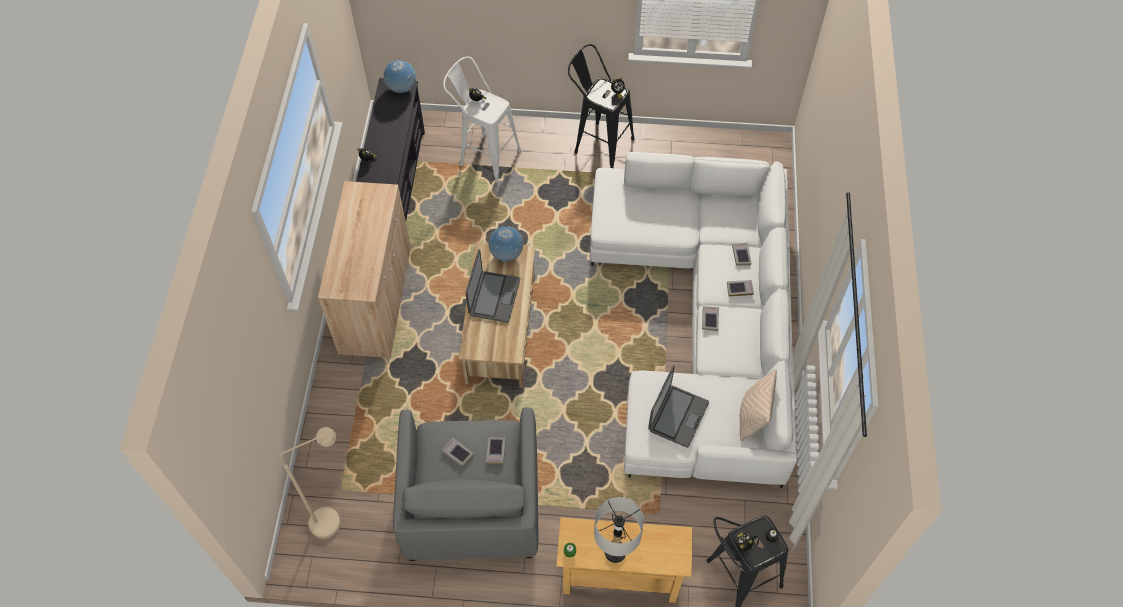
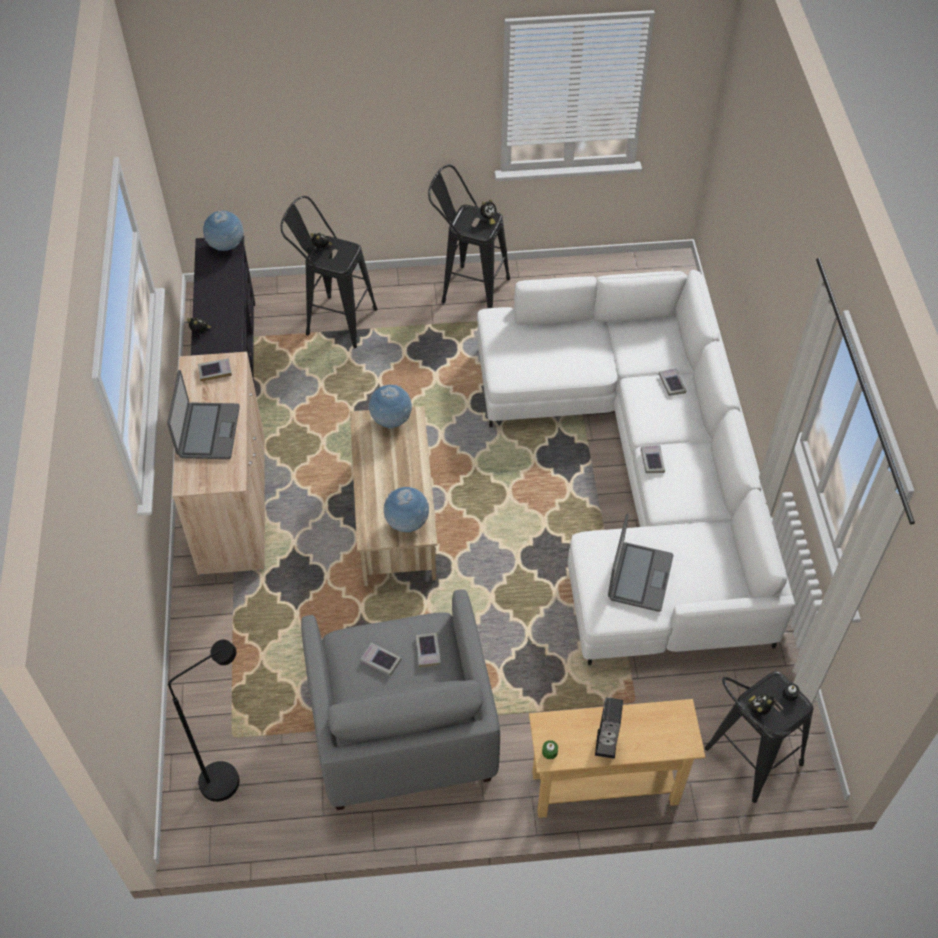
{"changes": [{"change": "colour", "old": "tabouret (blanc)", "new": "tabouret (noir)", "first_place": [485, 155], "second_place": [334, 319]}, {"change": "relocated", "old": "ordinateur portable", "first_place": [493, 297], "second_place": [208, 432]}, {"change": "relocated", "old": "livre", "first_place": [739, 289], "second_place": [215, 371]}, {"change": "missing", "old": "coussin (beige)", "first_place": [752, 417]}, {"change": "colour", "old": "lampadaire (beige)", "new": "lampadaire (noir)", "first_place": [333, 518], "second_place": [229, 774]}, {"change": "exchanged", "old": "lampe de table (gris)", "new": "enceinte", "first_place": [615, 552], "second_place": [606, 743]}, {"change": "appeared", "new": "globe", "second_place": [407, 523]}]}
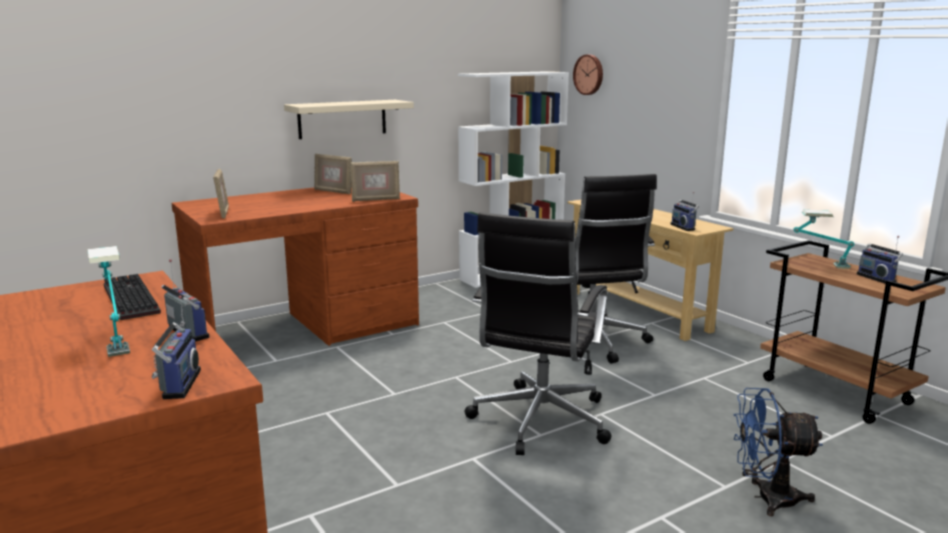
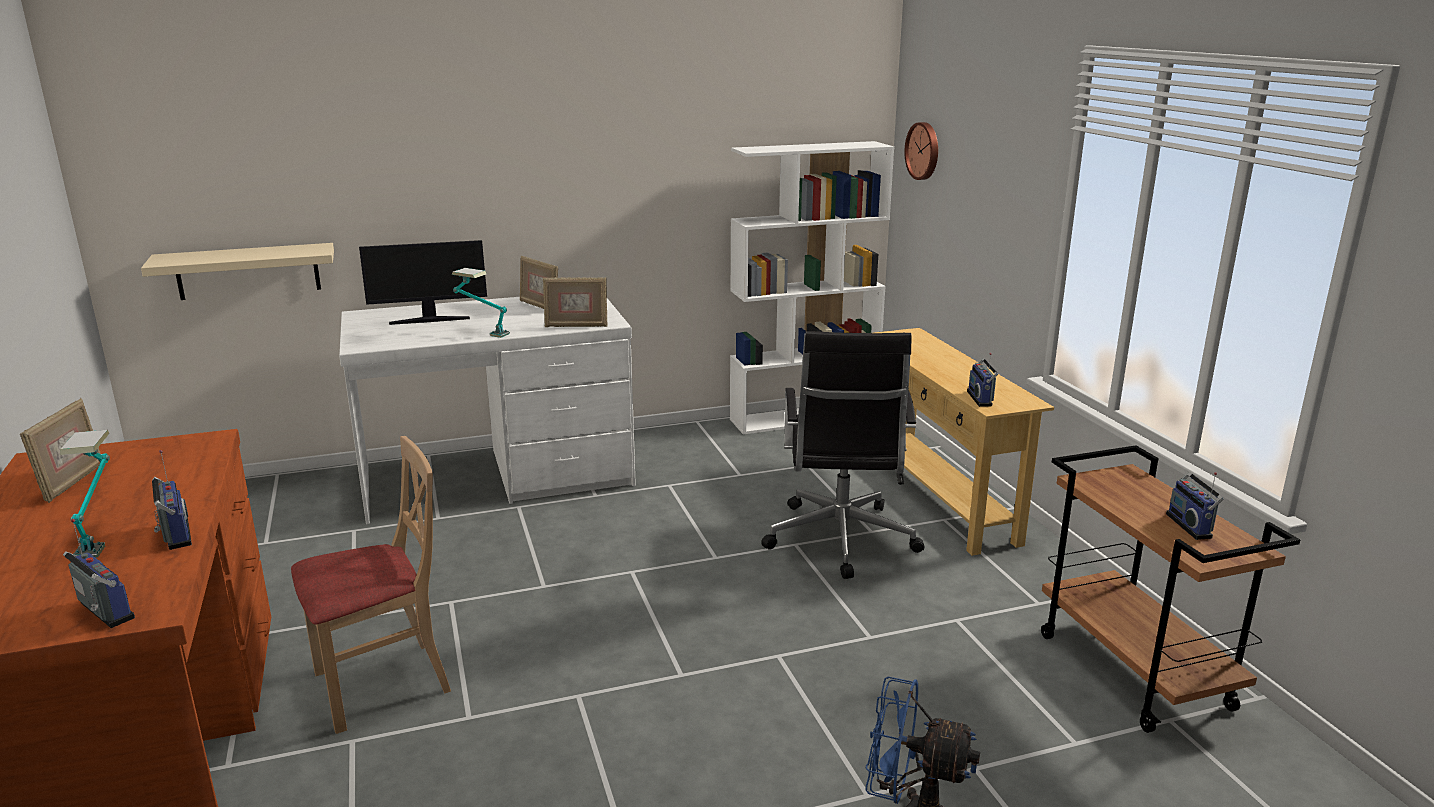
{"changes": [{"change": "relocated", "old": "étagère (beige)", "first_place": [342, 119], "second_place": [248, 271]}, {"change": "relocated", "old": "cadre photo", "first_place": [223, 213], "second_place": [72, 482]}, {"change": "colour", "old": "bureau (marron)", "new": "bureau (blanc)", "first_place": [306, 329], "second_place": [498, 476]}, {"change": "relocated", "old": "lampe de table", "first_place": [819, 265], "second_place": [482, 331]}, {"change": "missing", "old": "chaise de bureau (noir)", "first_place": [539, 422]}, {"change": "missing", "old": "clavier", "first_place": [128, 299]}, {"change": "spun", "old": "radio", "first_place": [178, 384], "second_place": [103, 612], "degrees": -60}, {"change": "appeared", "new": "écran d'ordinateur", "second_place": [429, 320]}, {"change": "appeared", "new": "chaise (beige)", "second_place": [382, 684]}]}
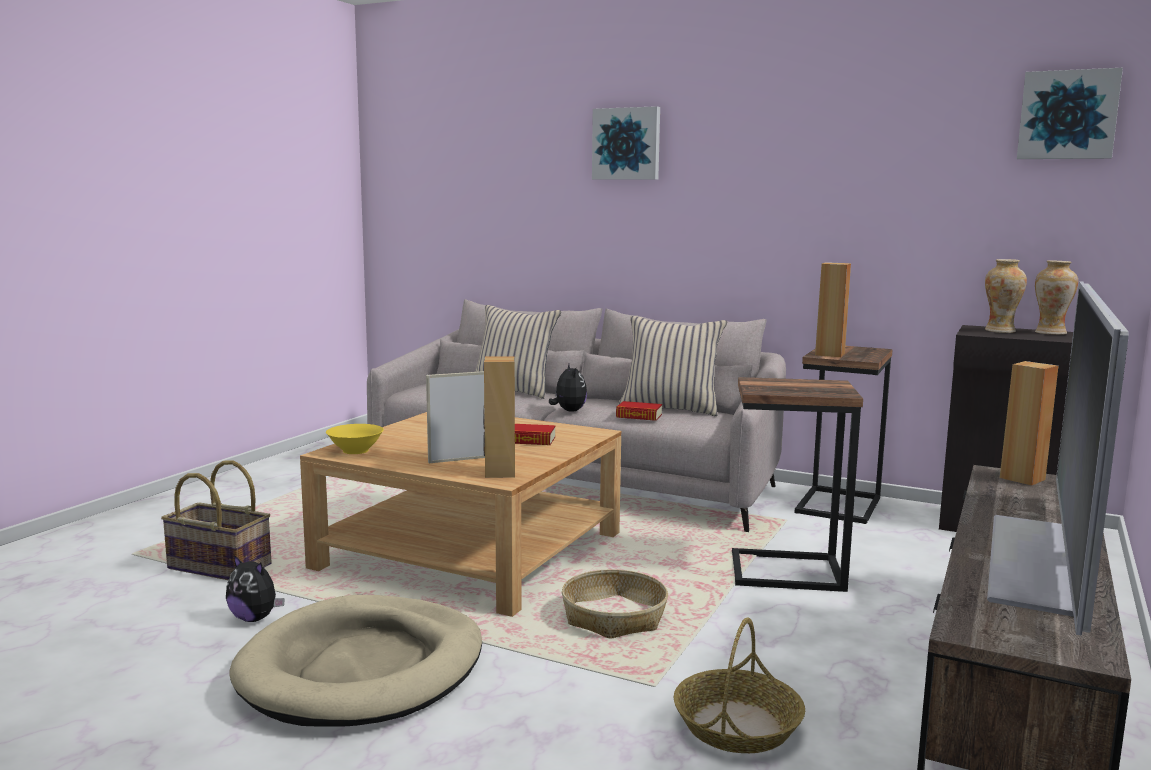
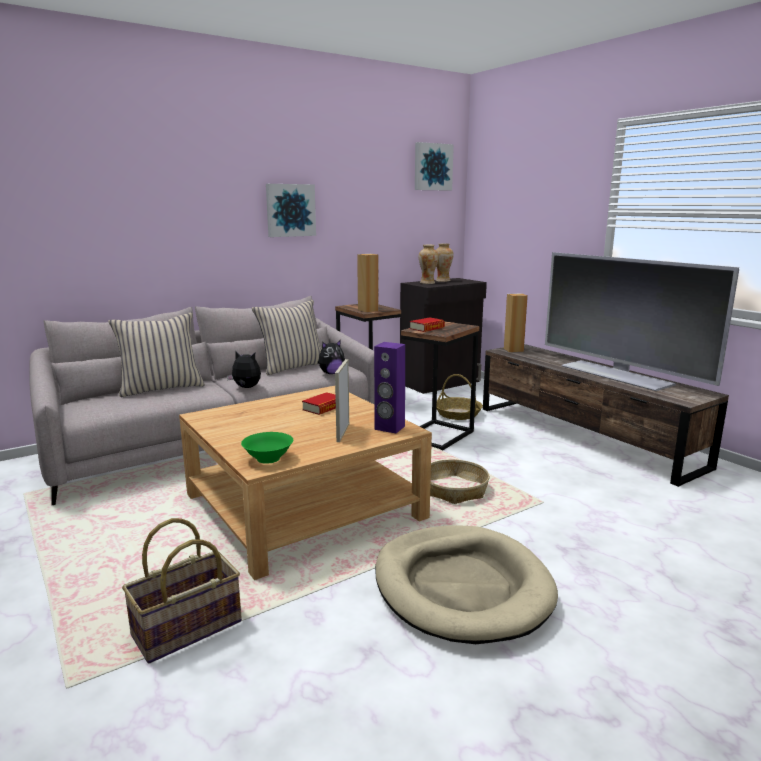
{"changes": [{"change": "relocated", "old": "tableau", "first_place": [627, 144], "second_place": [290, 210]}, {"change": "colour", "old": "enceinte (marron)", "new": "enceinte (violet)", "first_place": [499, 472], "second_place": [389, 428]}, {"change": "relocated", "old": "livre", "first_place": [639, 416], "second_place": [427, 328]}, {"change": "colour", "old": "bol (jaune)", "new": "bol (vert)", "first_place": [356, 450], "second_place": [268, 458]}, {"change": "relocated", "old": "peluche", "first_place": [255, 618], "second_place": [331, 373]}, {"change": "relocated", "old": "panier", "first_place": [737, 726], "second_place": [458, 414]}]}
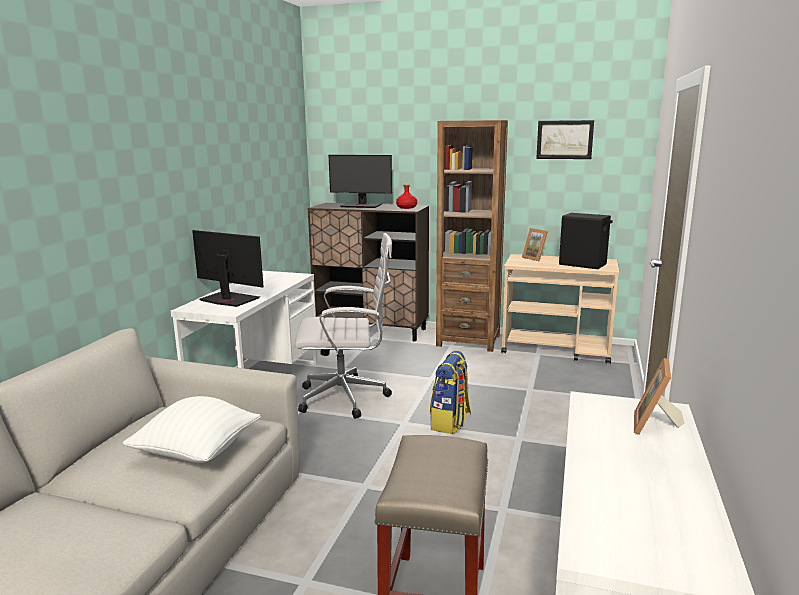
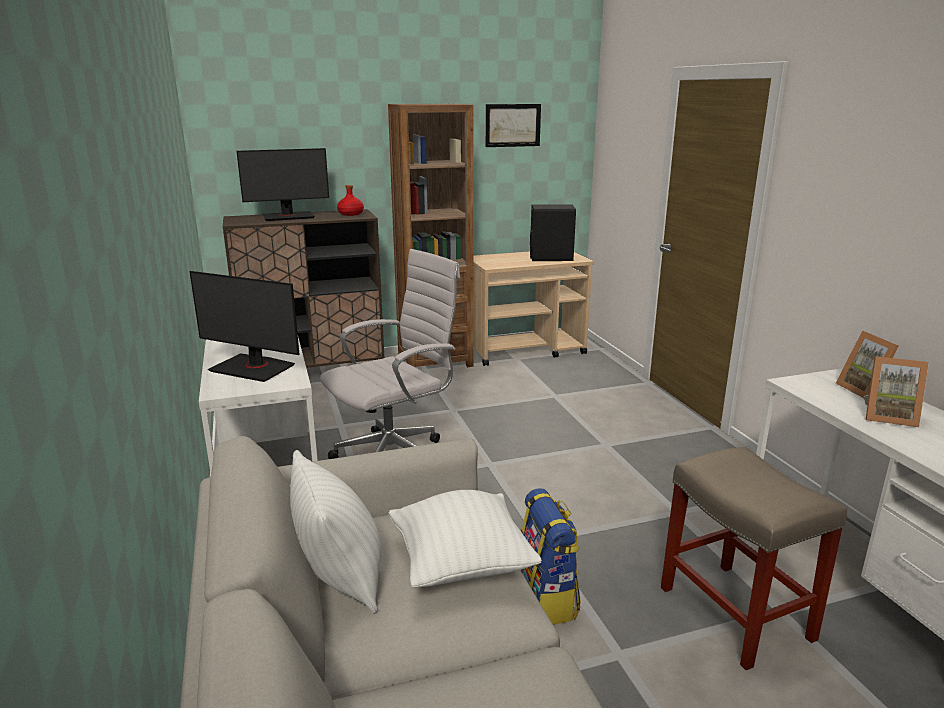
{"changes": [{"change": "relocated", "old": "cadre photo", "first_place": [535, 258], "second_place": [888, 417]}, {"change": "spun", "old": "écran d'ordinateur", "first_place": [229, 299], "second_place": [253, 368], "degrees": -150}, {"change": "relocated", "old": "sac à dos", "first_place": [450, 422], "second_place": [547, 599]}, {"change": "appeared", "new": "coussin (blanc)", "second_place": [340, 577]}]}
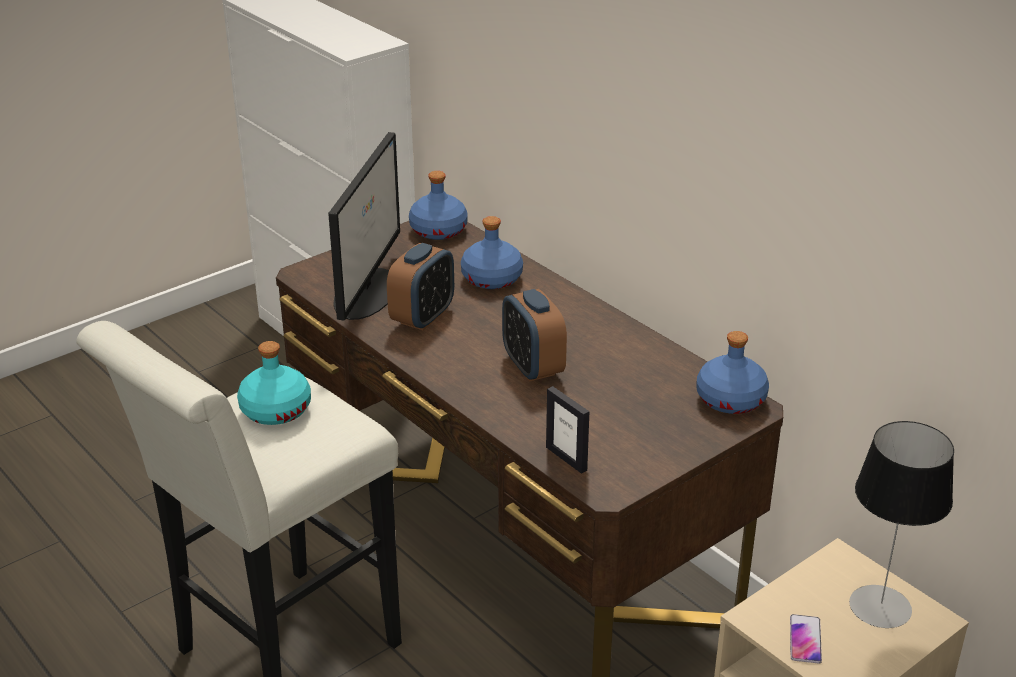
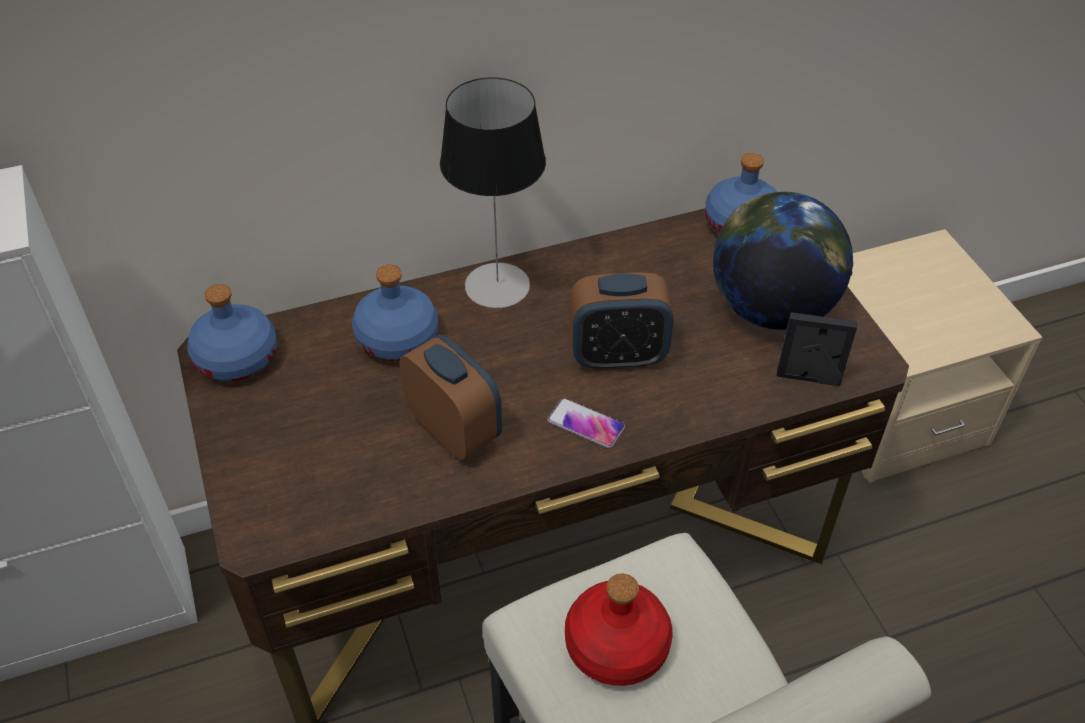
{"changes": [{"change": "missing", "old": "écran d'ordinateur", "first_place": [366, 292]}, {"change": "colour", "old": "bouteille (turquoise)", "new": "bouteille (rouge)", "first_place": [275, 410], "second_place": [615, 646]}, {"change": "spun", "old": "cadre photo", "first_place": [566, 458], "second_place": [808, 378], "degrees": -150}, {"change": "relocated", "old": "lampe de table", "first_place": [880, 607], "second_place": [497, 285]}, {"change": "relocated", "old": "téléphone", "first_place": [805, 639], "second_place": [586, 424]}, {"change": "appeared", "new": "globe", "second_place": [771, 309]}]}
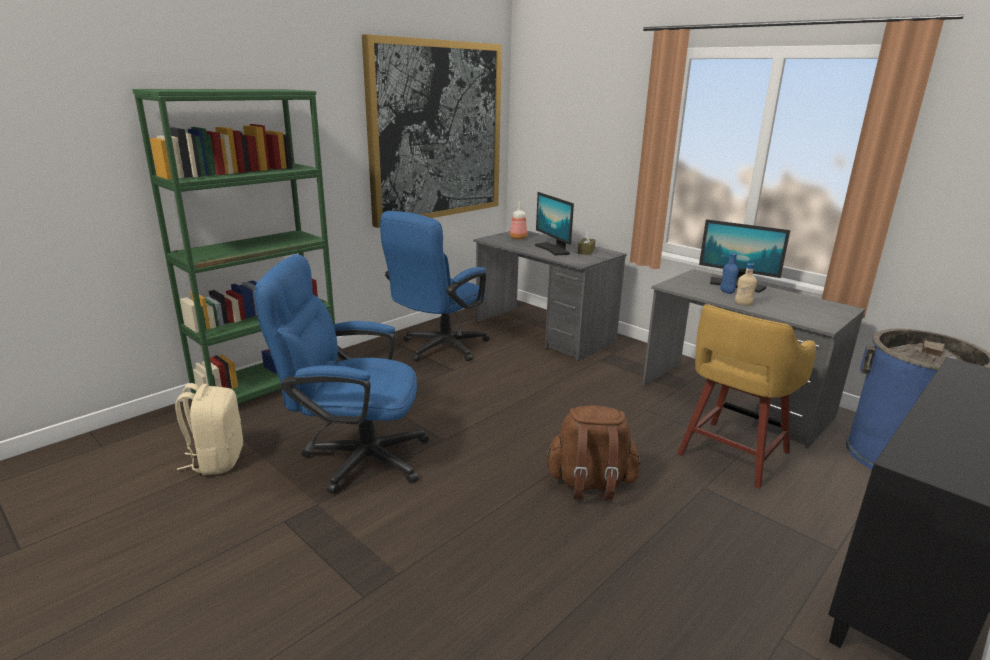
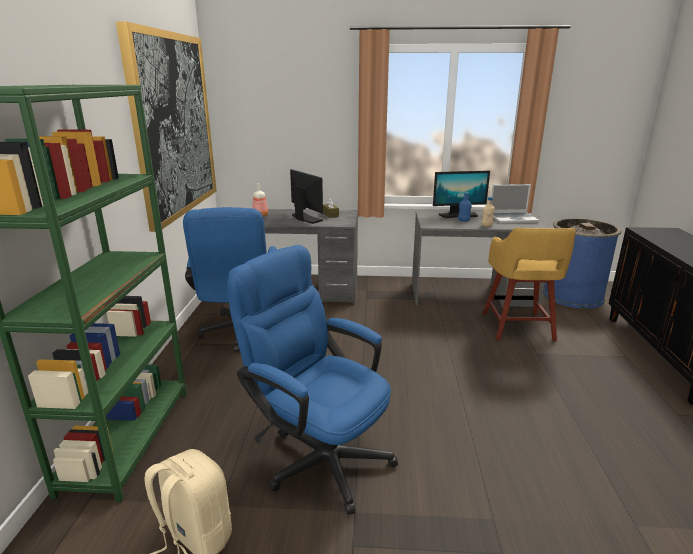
{"changes": [{"change": "spun", "old": "écran d'ordinateur", "first_place": [553, 249], "second_place": [305, 218], "degrees": -150}, {"change": "spun", "old": "chaise de bureau (bleu)", "first_place": [354, 457], "second_place": [319, 455], "degrees": 75}, {"change": "missing", "old": "sac à dos (marron)", "first_place": [590, 484]}, {"change": "appeared", "new": "ordinateur portable", "second_place": [513, 218]}]}
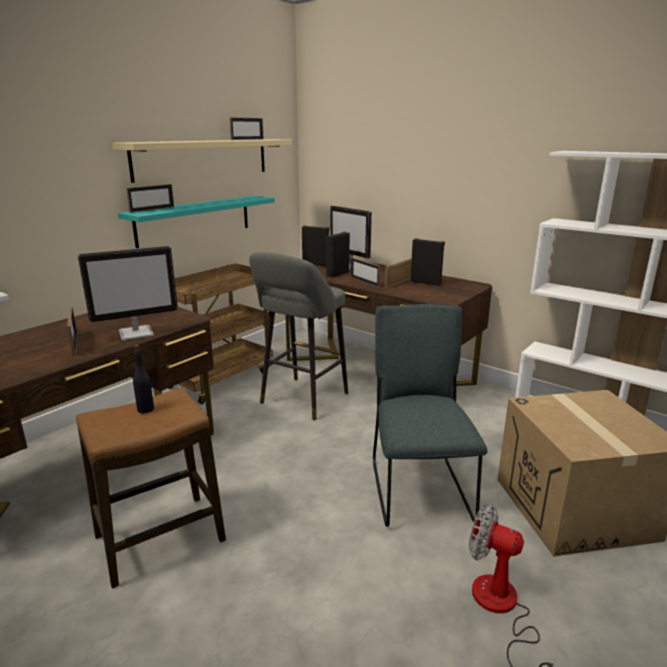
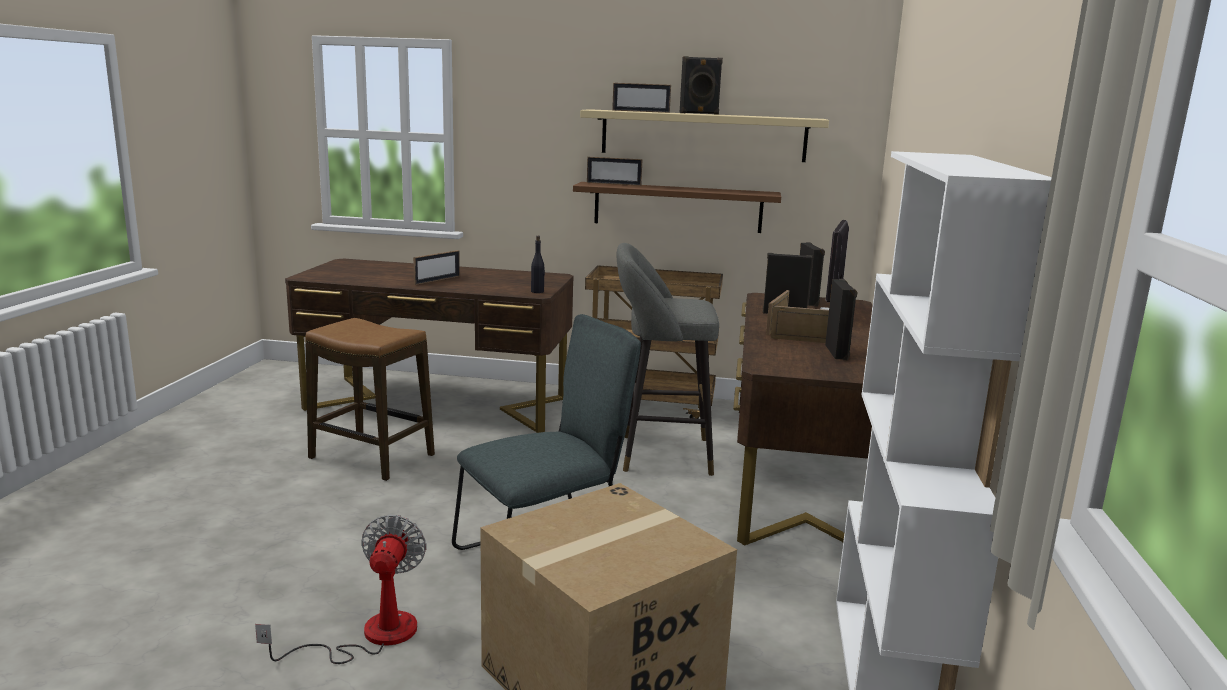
{"changes": [{"change": "relocated", "old": "cadre photo", "first_place": [247, 139], "second_place": [641, 111]}, {"change": "colour", "old": "étagère (turquoise)", "new": "étagère (marron)", "first_place": [195, 220], "second_place": [677, 207]}, {"change": "missing", "old": "écran d'ordinateur", "first_place": [137, 333]}, {"change": "relocated", "old": "bouteille (noir)", "first_place": [146, 409], "second_place": [537, 291]}, {"change": "appeared", "new": "enceinte (noir)", "second_place": [699, 113]}]}
